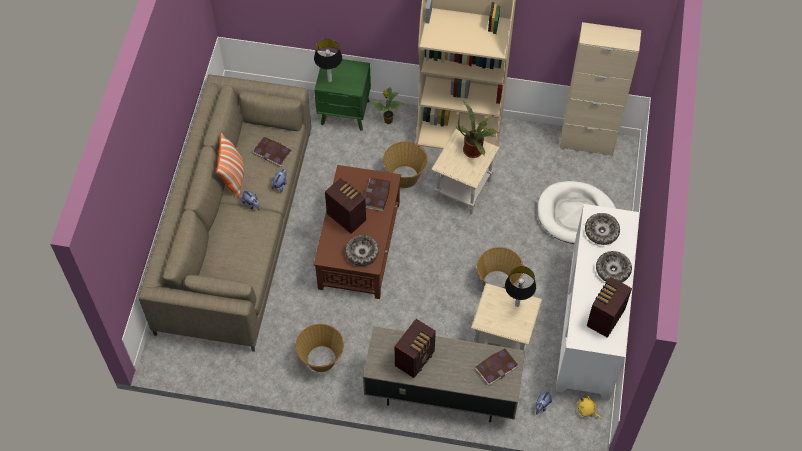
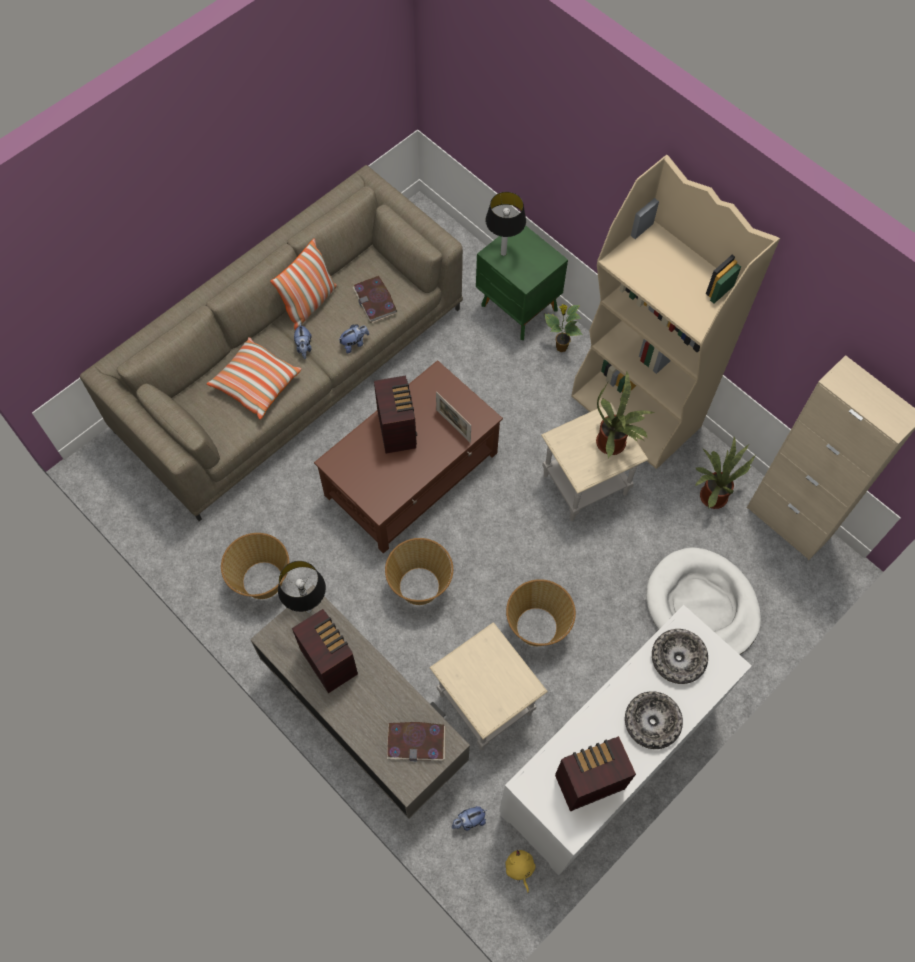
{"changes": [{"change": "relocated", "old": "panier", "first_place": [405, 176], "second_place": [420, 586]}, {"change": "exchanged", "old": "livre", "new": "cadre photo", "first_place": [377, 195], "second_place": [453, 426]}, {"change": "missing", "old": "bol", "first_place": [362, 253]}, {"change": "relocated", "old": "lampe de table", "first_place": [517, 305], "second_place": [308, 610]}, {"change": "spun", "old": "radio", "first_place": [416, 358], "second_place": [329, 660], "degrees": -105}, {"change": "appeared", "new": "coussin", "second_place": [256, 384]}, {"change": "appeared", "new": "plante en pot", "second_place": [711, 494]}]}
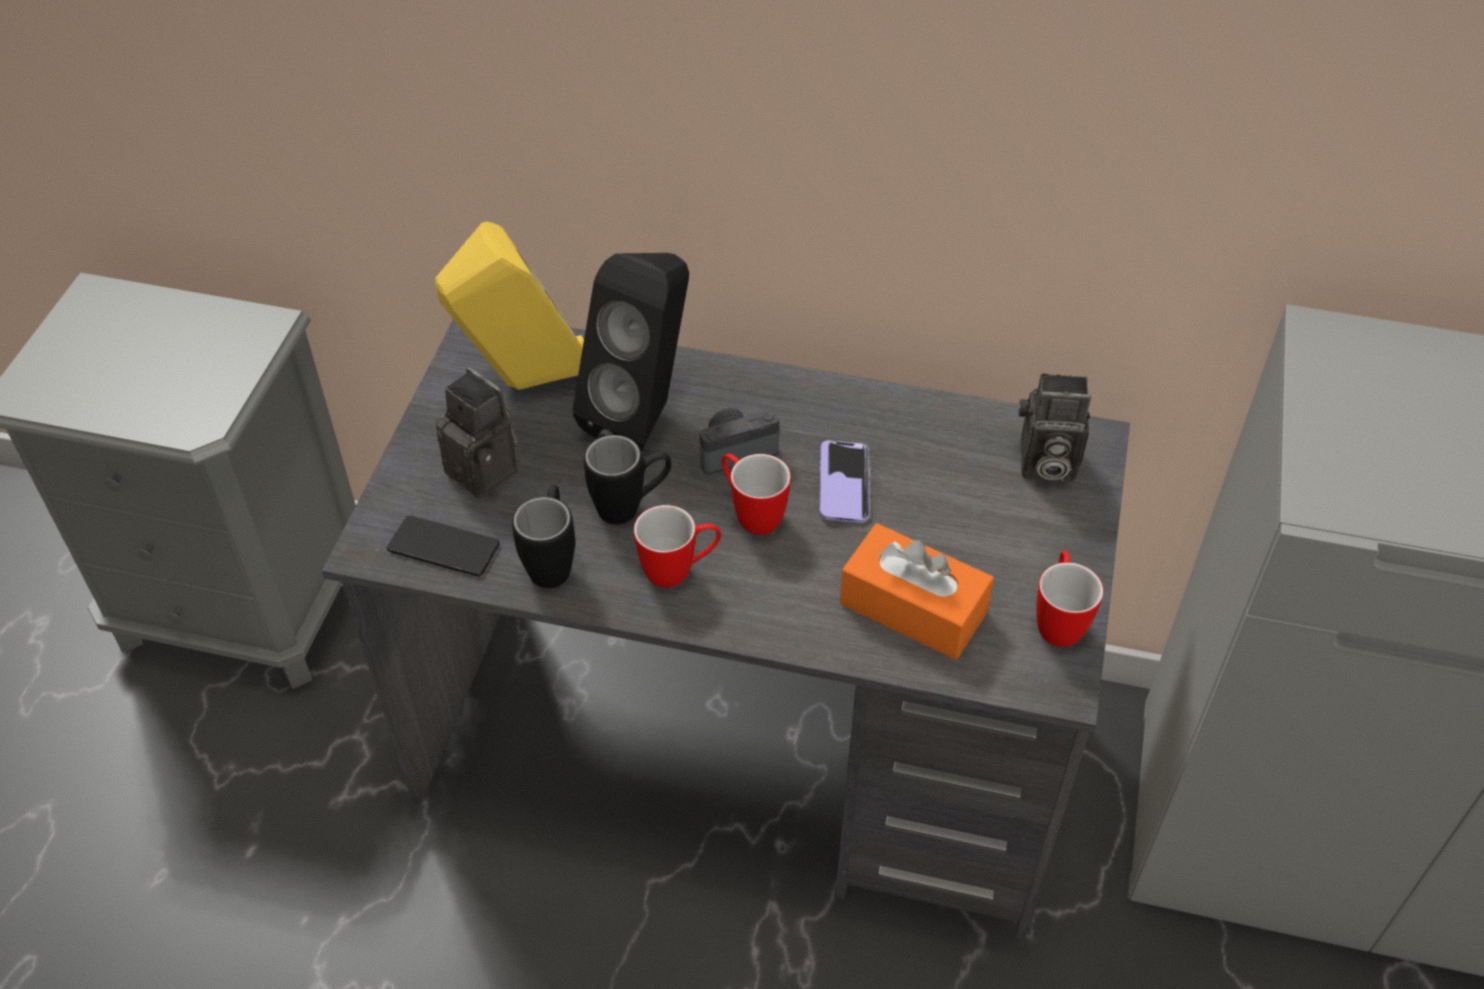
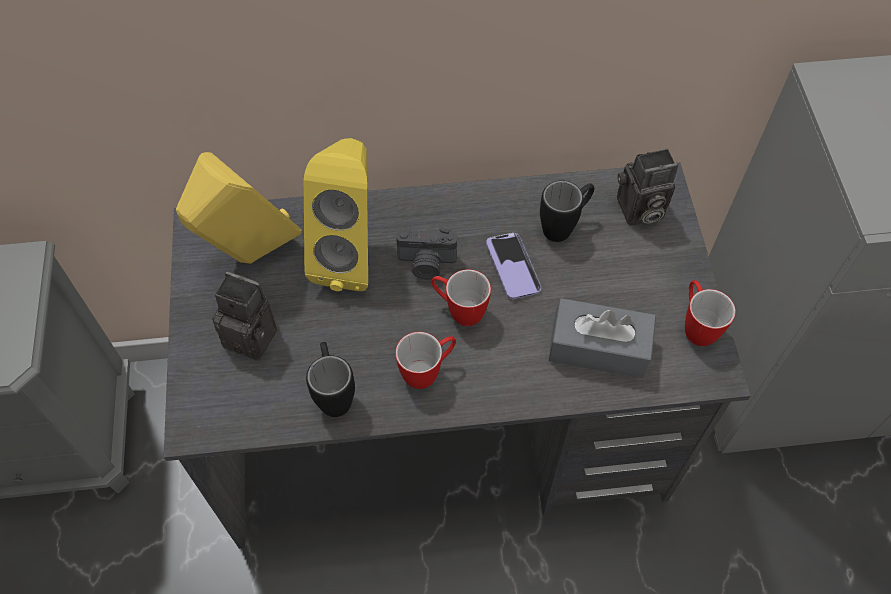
{"changes": [{"change": "colour", "old": "enceinte (noir)", "new": "enceinte (jaune)", "first_place": [644, 415], "second_place": [350, 255]}, {"change": "spun", "old": "appareil photo", "first_place": [735, 450], "second_place": [426, 264], "degrees": -135}, {"change": "relocated", "old": "mug (noir)", "first_place": [631, 507], "second_place": [564, 226]}, {"change": "missing", "old": "téléphone", "first_place": [443, 547]}, {"change": "colour", "old": "boîte à mouchoirs (orange)", "new": "boîte à mouchoirs (gris)", "first_place": [913, 608], "second_place": [598, 348]}]}
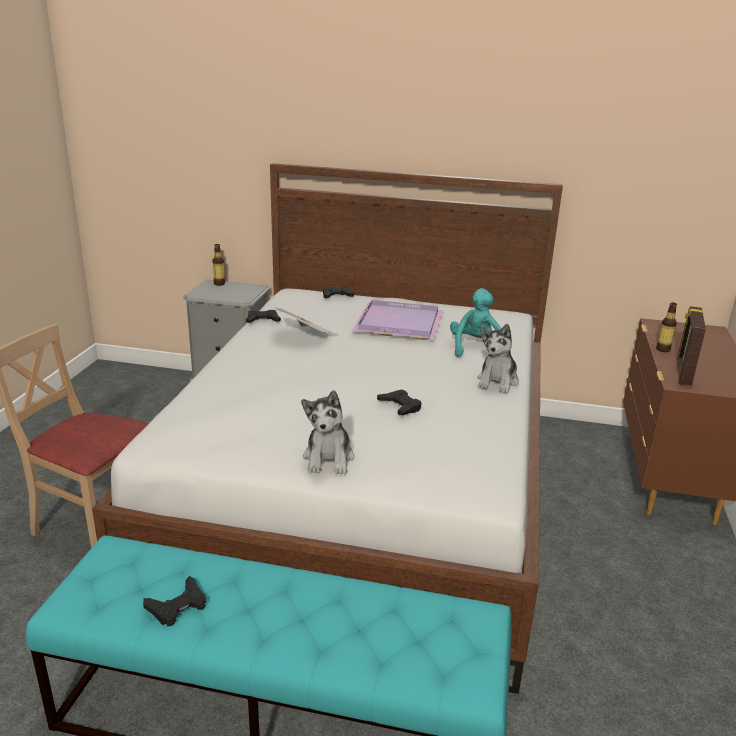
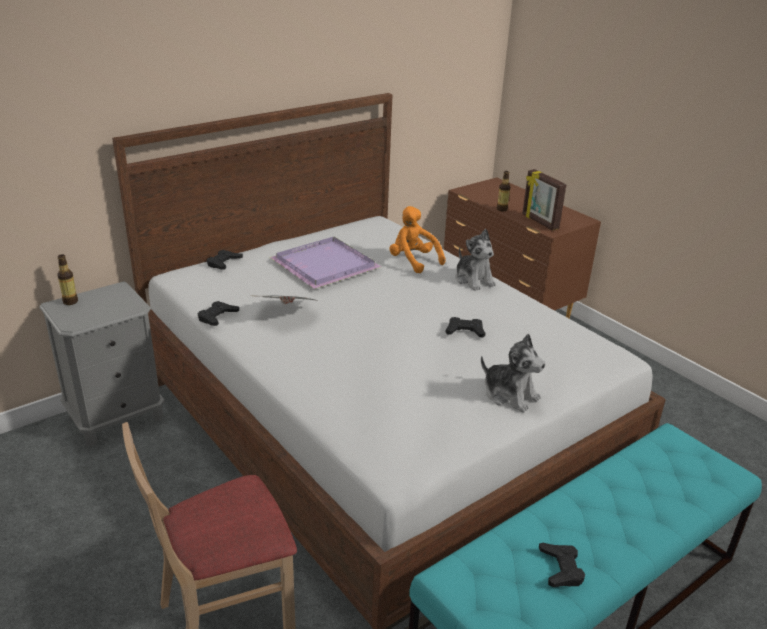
{"changes": [{"change": "colour", "old": "peluche (turquoise)", "new": "peluche (orange)", "first_place": [475, 349], "second_place": [413, 261]}]}
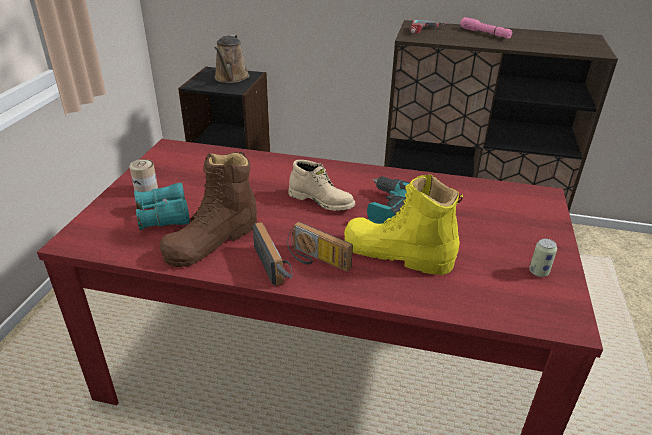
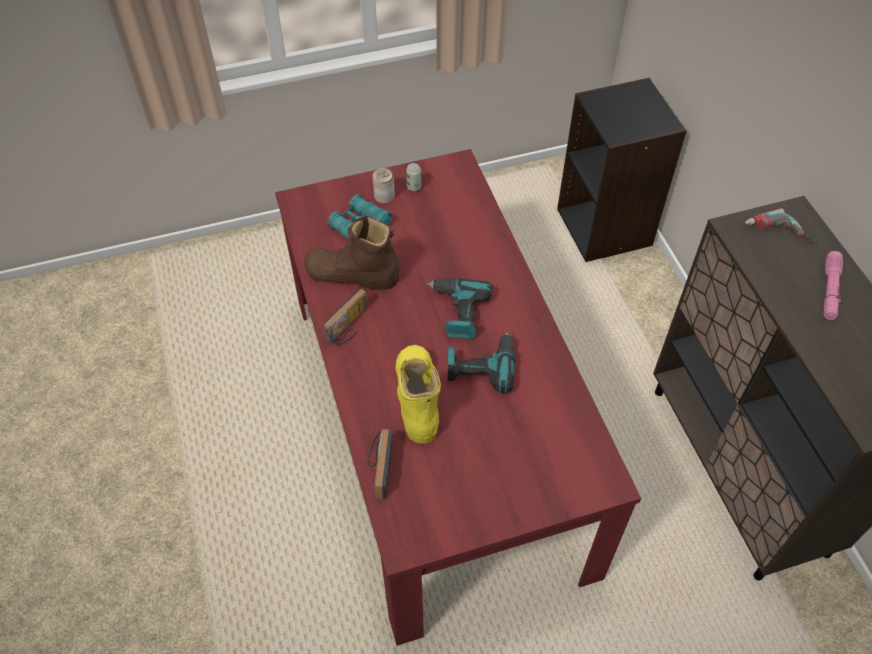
{"changes": [{"change": "missing", "old": "arrosoir (marron)", "first_place": [231, 78]}, {"change": "exchanged", "old": "botte (beige)", "new": "perceuse", "first_place": [322, 201], "second_place": [457, 312]}, {"change": "relocated", "old": "radio", "first_place": [316, 260], "second_place": [378, 467]}, {"change": "relocated", "old": "boîte métallique", "first_place": [538, 272], "second_place": [414, 187]}]}
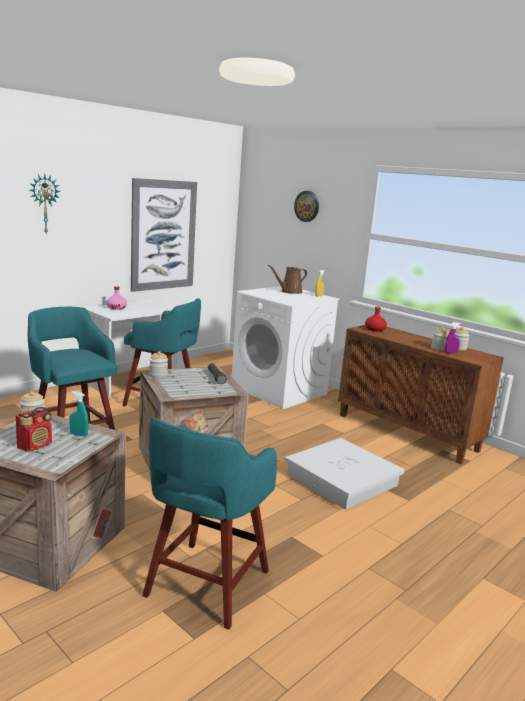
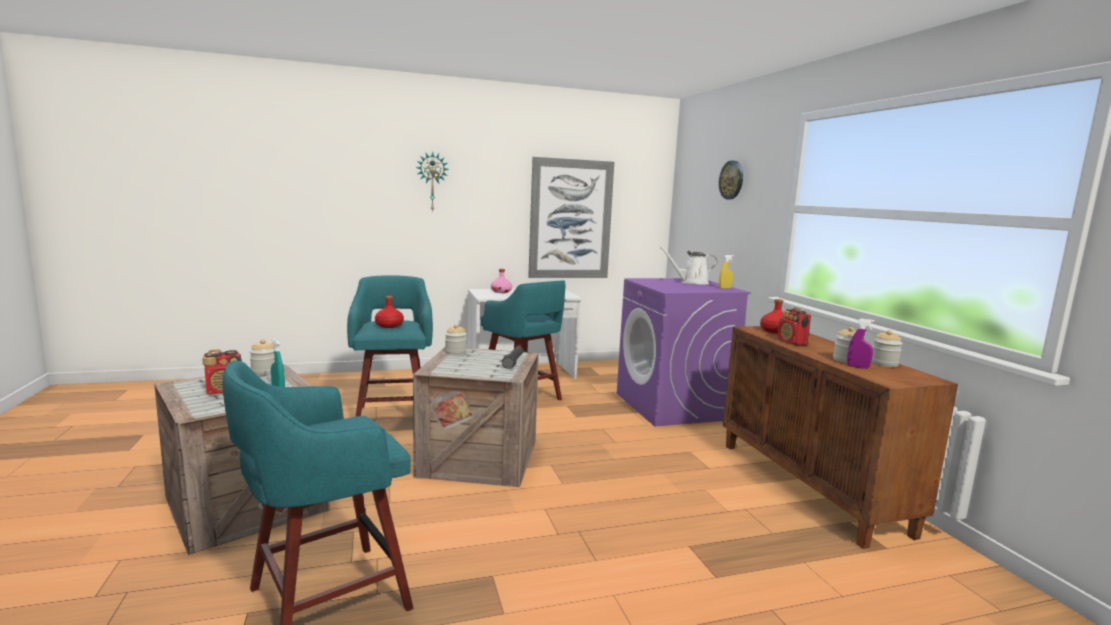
{"changes": [{"change": "colour", "old": "arrosoir (marron)", "new": "arrosoir (blanc)", "first_place": [289, 292], "second_place": [691, 282]}, {"change": "colour", "old": "lave-linge (blanc)", "new": "lave-linge (violet)", "first_place": [279, 390], "second_place": [673, 406]}, {"change": "missing", "old": "boîte de rangement (blanc)", "first_place": [342, 480]}, {"change": "appeared", "new": "bouteille (rouge)", "second_place": [389, 325]}, {"change": "appeared", "new": "radio", "second_place": [792, 342]}]}
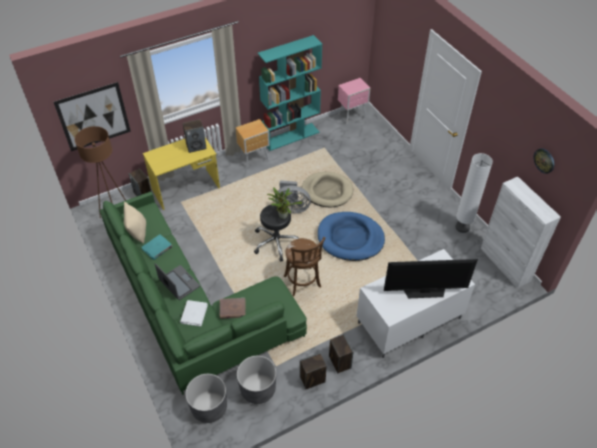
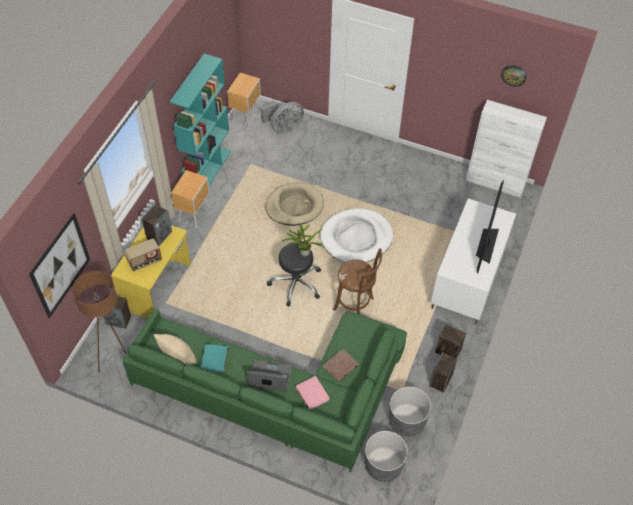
{"changes": [{"change": "colour", "old": "table de chevet (rose)", "new": "table de chevet (marron)", "first_place": [352, 116], "second_place": [246, 116]}, {"change": "missing", "old": "lampadaire (blanc)", "first_place": [462, 227]}, {"change": "relocated", "old": "ventilateur (gris)", "first_place": [292, 207], "second_place": [284, 128]}, {"change": "colour", "old": "panier pour chien (bleu)", "new": "panier pour chien (blanc)", "first_place": [350, 238], "second_place": [356, 238]}, {"change": "spun", "old": "téléviseur", "first_place": [424, 291], "second_place": [486, 244], "degrees": 150}, {"change": "colour", "old": "livre (blanc)", "new": "livre (rose)", "first_place": [194, 314], "second_place": [312, 394]}, {"change": "appeared", "new": "radio", "second_place": [145, 262]}]}
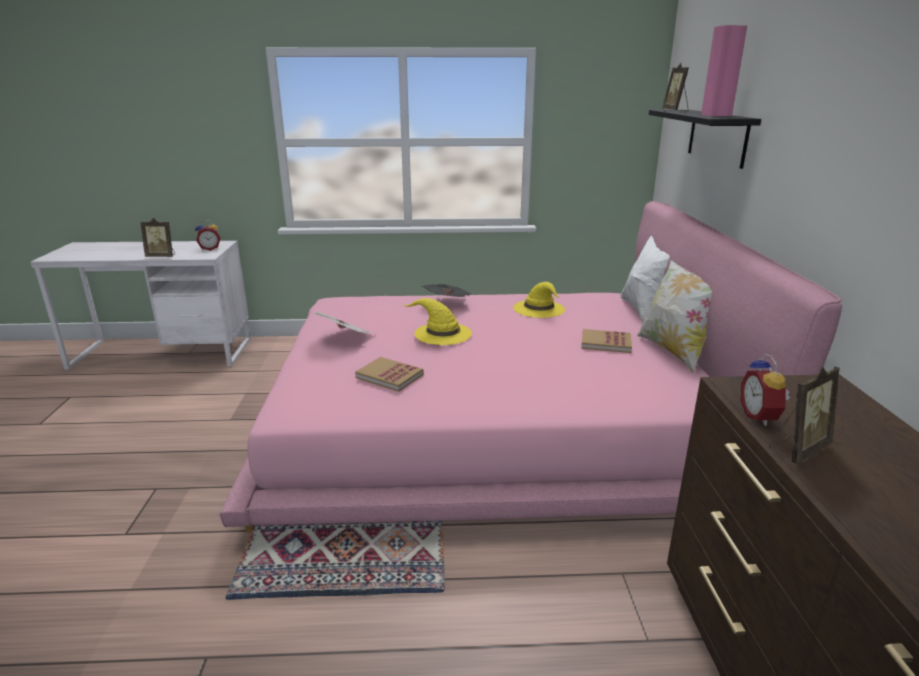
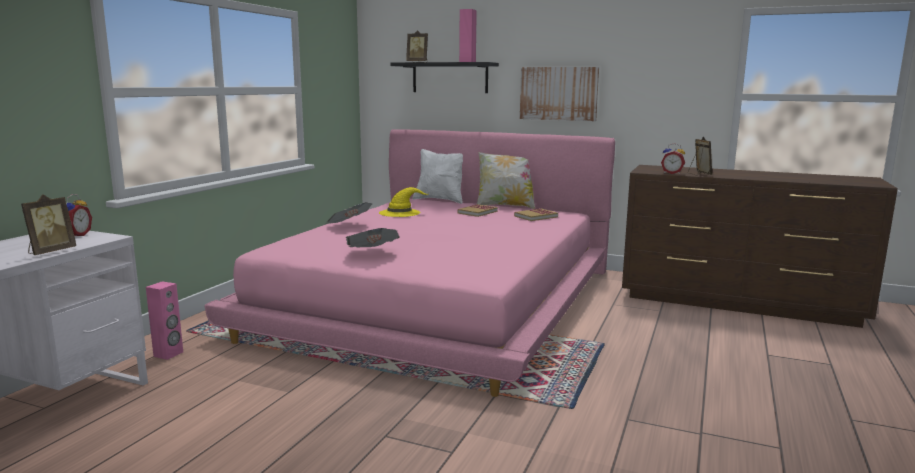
{"changes": [{"change": "missing", "old": "chapeau (jaune)", "first_place": [442, 333]}, {"change": "relocated", "old": "livre", "first_place": [389, 376], "second_place": [536, 216]}, {"change": "appeared", "new": "tableau", "second_place": [558, 93]}, {"change": "appeared", "new": "enceinte (rose)", "second_place": [168, 354]}]}
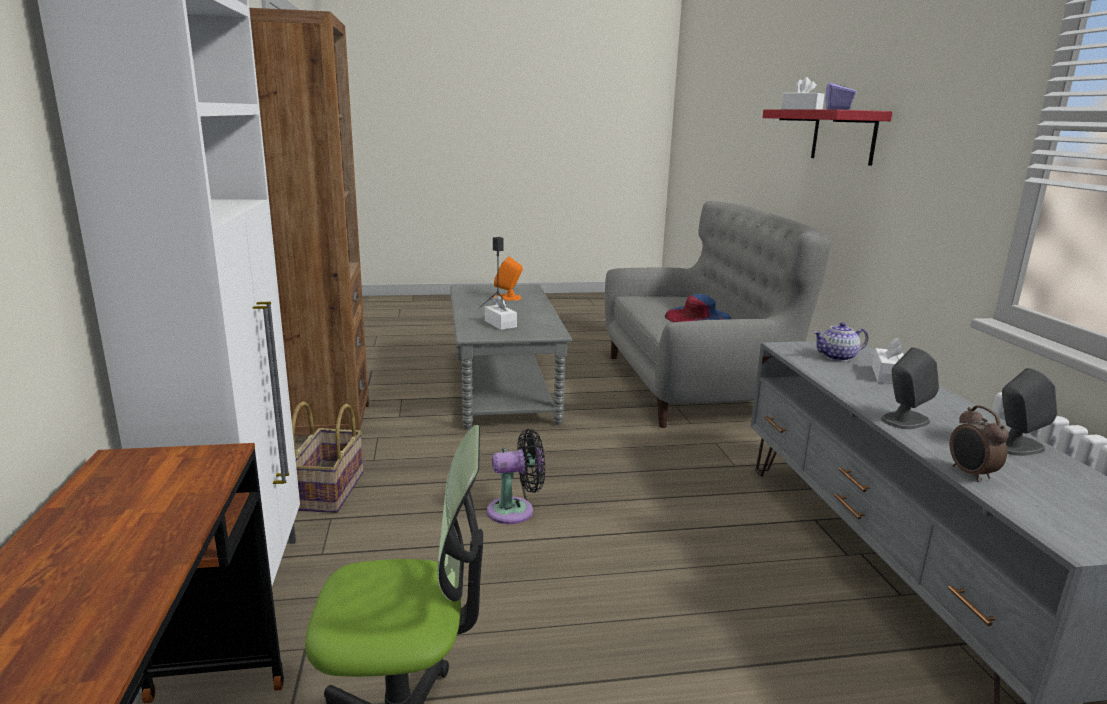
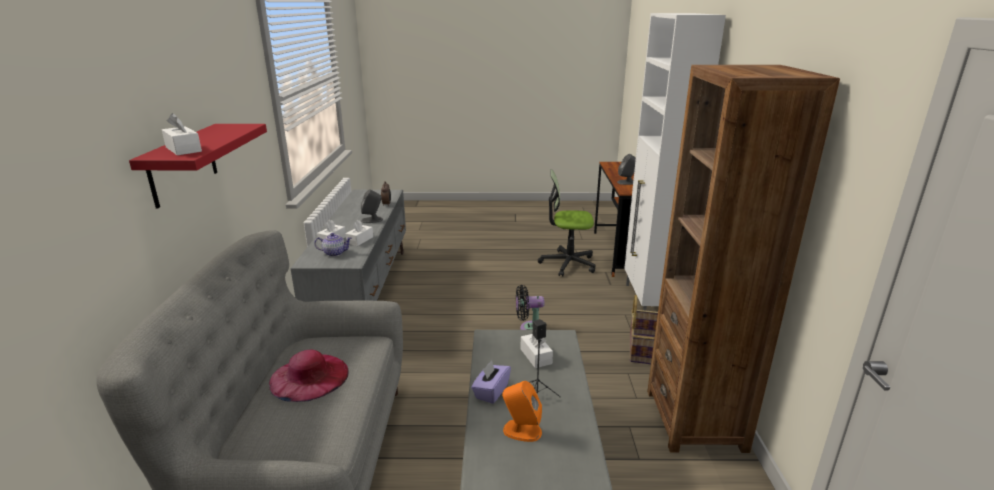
{"changes": [{"change": "relocated", "old": "boîte à mouchoirs (violet)", "first_place": [838, 109], "second_place": [491, 392]}, {"change": "colour", "old": "chapeau (bleu)", "new": "chapeau (rose)", "first_place": [698, 317], "second_place": [309, 377]}, {"change": "relocated", "old": "enceinte (gris)", "first_place": [1015, 446], "second_place": [627, 182]}, {"change": "appeared", "new": "boîte à mouchoirs (blanc)", "second_place": [360, 240]}]}
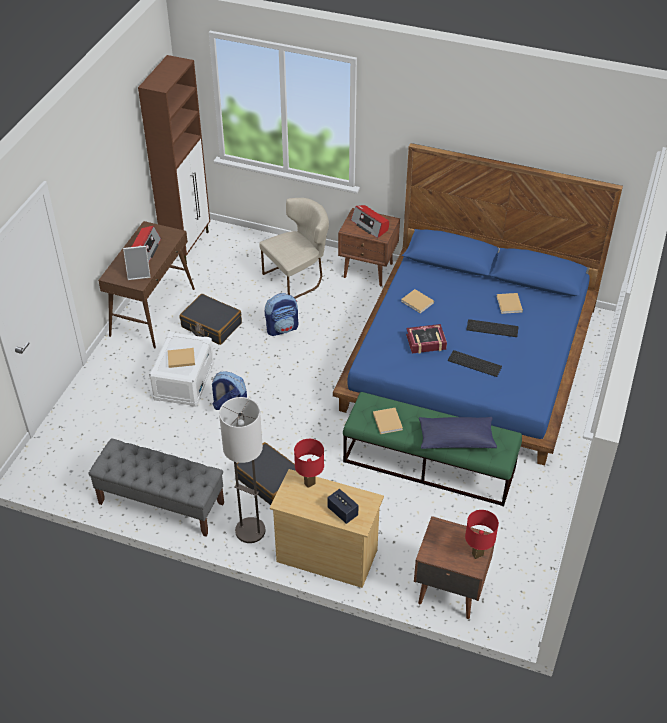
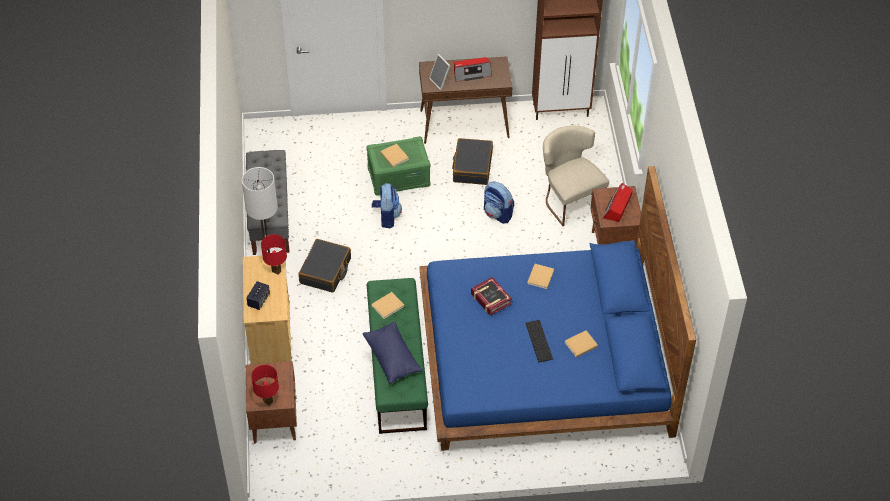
{"changes": [{"change": "spun", "old": "chaise (beige)", "first_place": [298, 277], "second_place": [569, 200], "degrees": -150}, {"change": "colour", "old": "boîte de rangement (blanc)", "new": "boîte de rangement (vert)", "first_place": [184, 381], "second_place": [399, 177]}, {"change": "missing", "old": "clavier", "first_place": [475, 363]}]}
